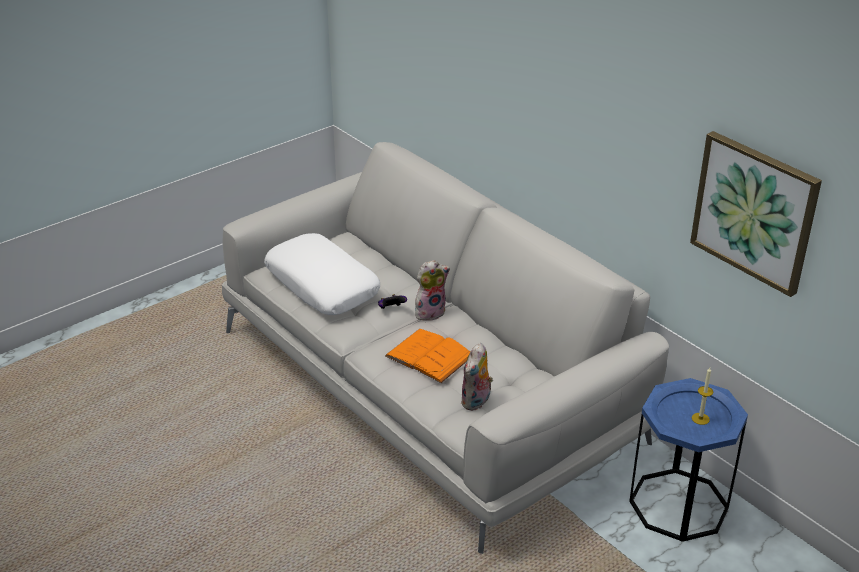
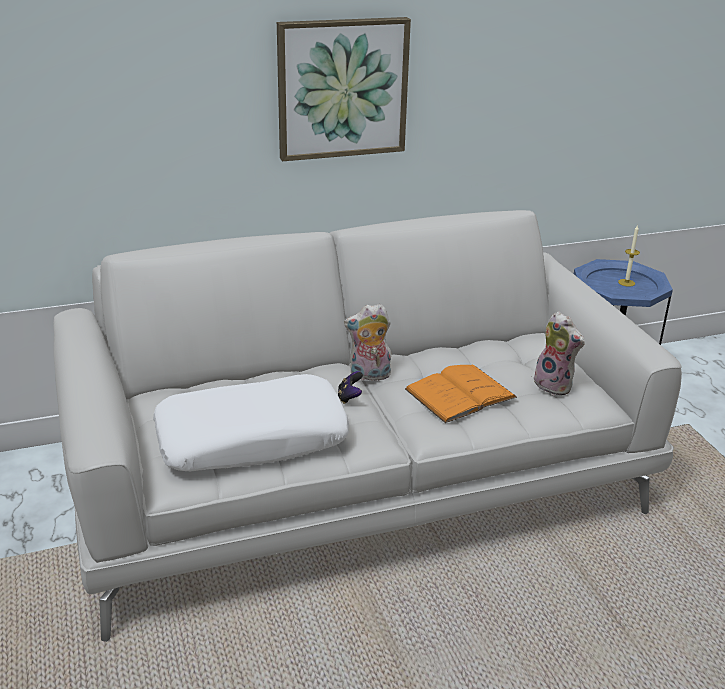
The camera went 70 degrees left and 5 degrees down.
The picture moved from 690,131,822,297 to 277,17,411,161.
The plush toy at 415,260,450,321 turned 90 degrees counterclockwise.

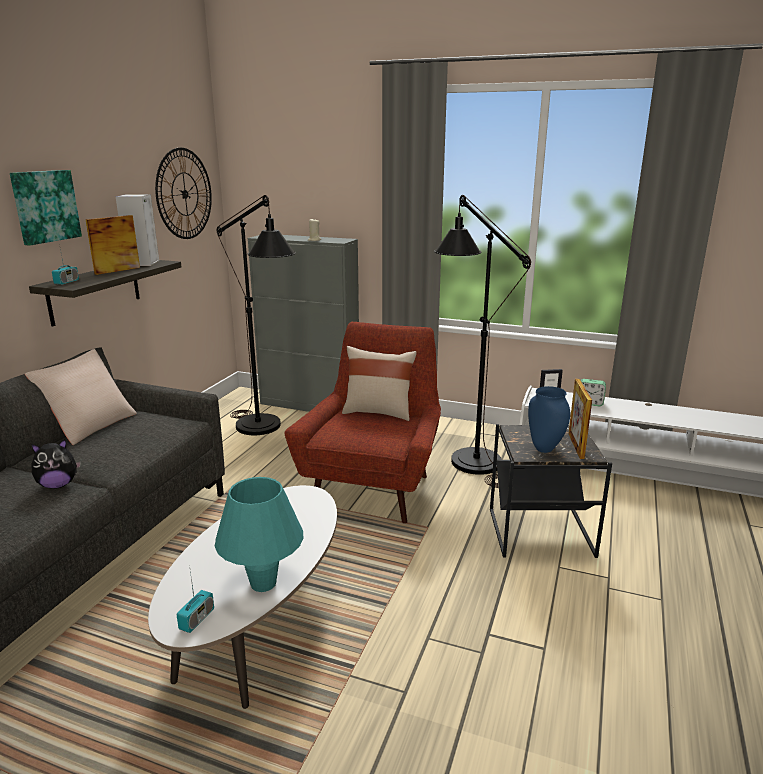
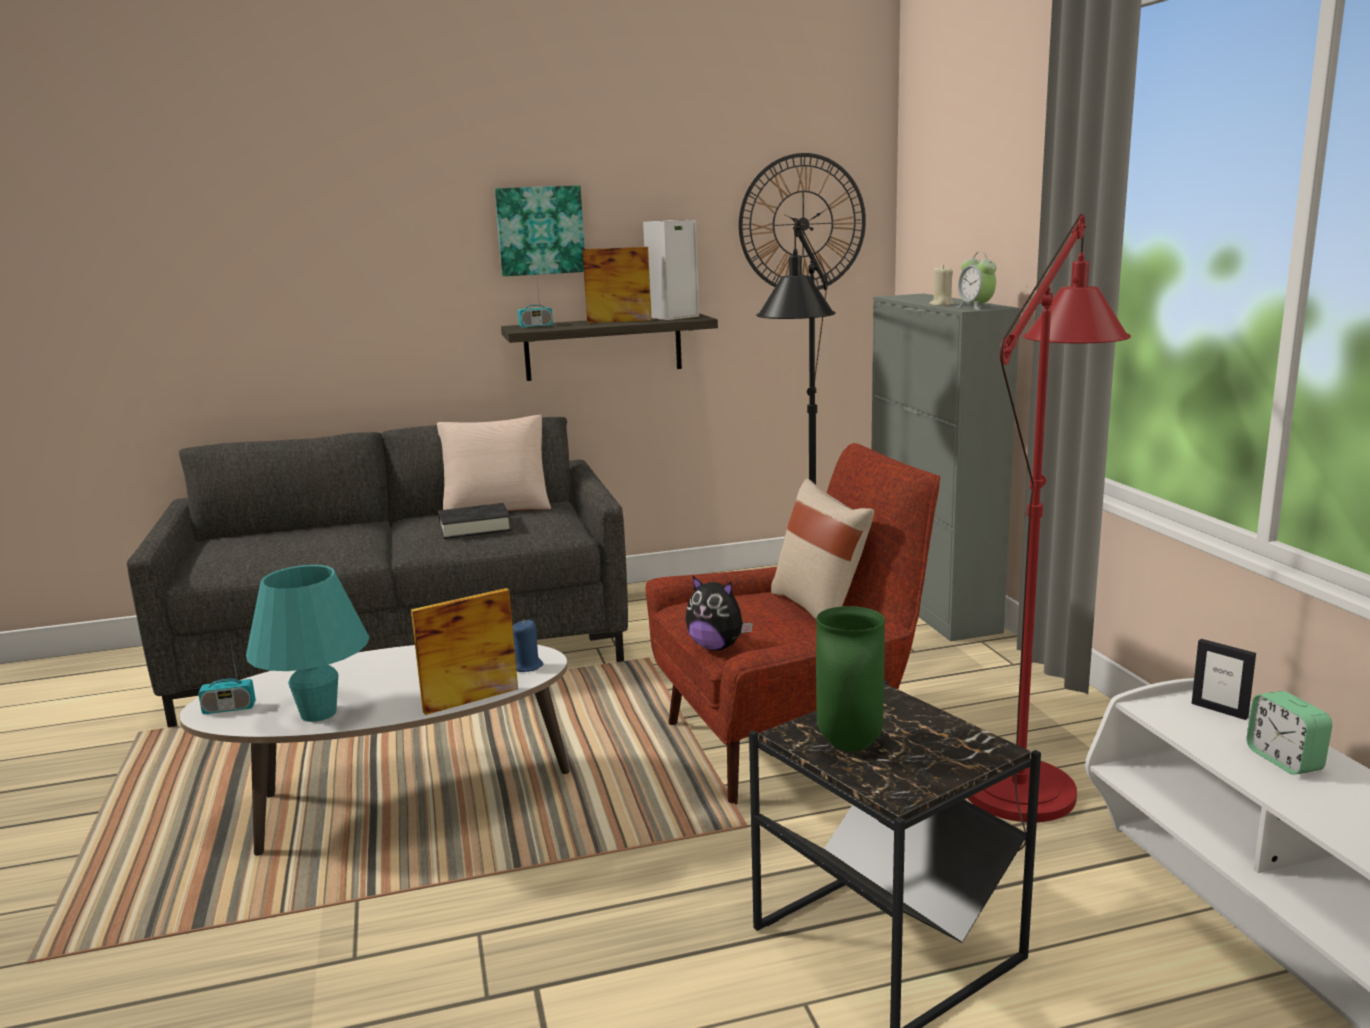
The camera went 55 degrees right and 5 degrees down.
The black floor lamp at 434,195,531,488 became the red floor lamp at 967,214,1131,851.
The picture frame moved from 568,379,592,459 to 411,588,518,715.
The blue vase at 528,386,570,453 became the green vase at 816,606,885,751.
The plush toy moved from 31,439,81,489 to 686,575,753,651.
The alarm clock at 957,252,996,310 appeared.
The black book at 438,503,511,539 appeared.
The blue candle at 513,620,543,672 appeared.

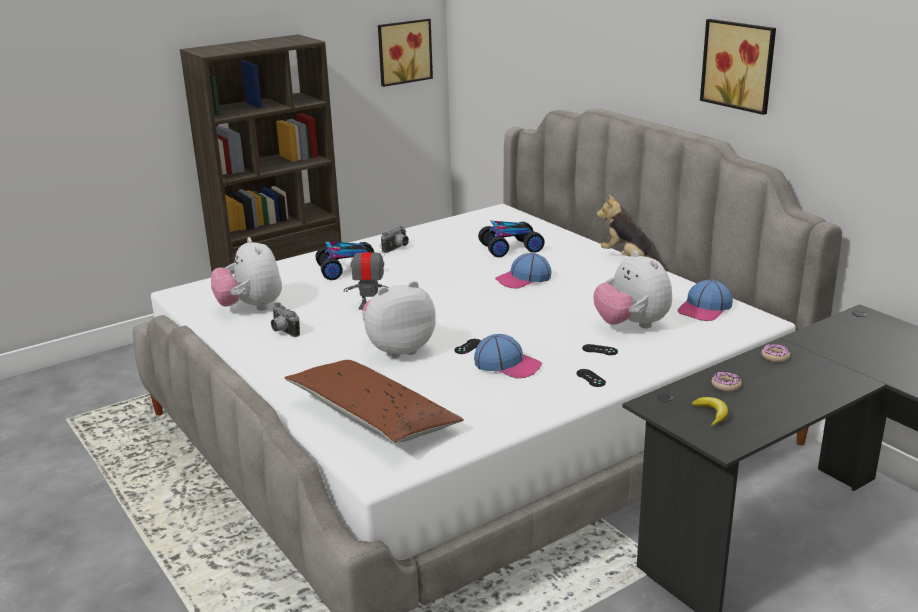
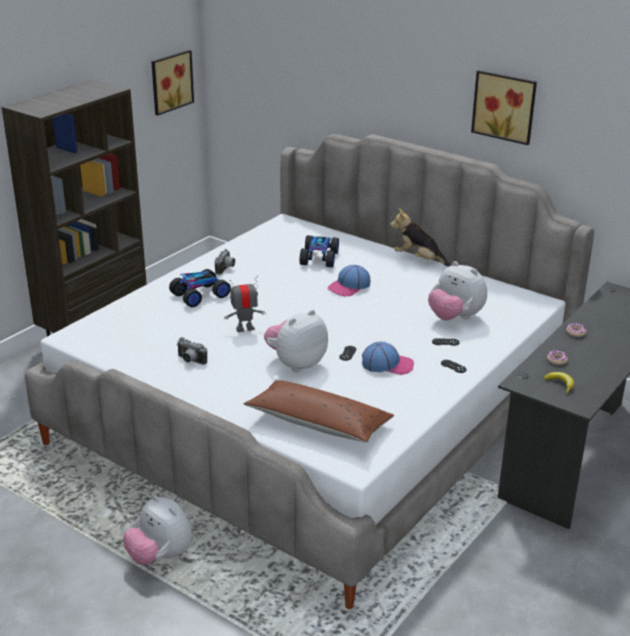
The camera went 20 degrees left and 5 degrees up.
The toy car at 478,221,545,258 turned 45 degrees counterclockwise.
The plush toy moved from 211,237,282,311 to 123,495,192,565.
The cap at 677,279,733,321 disappeared.

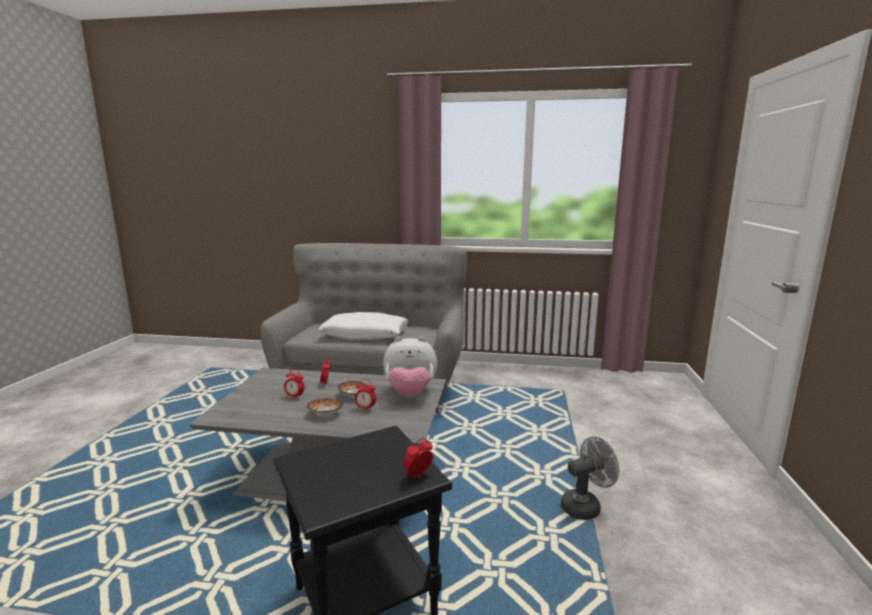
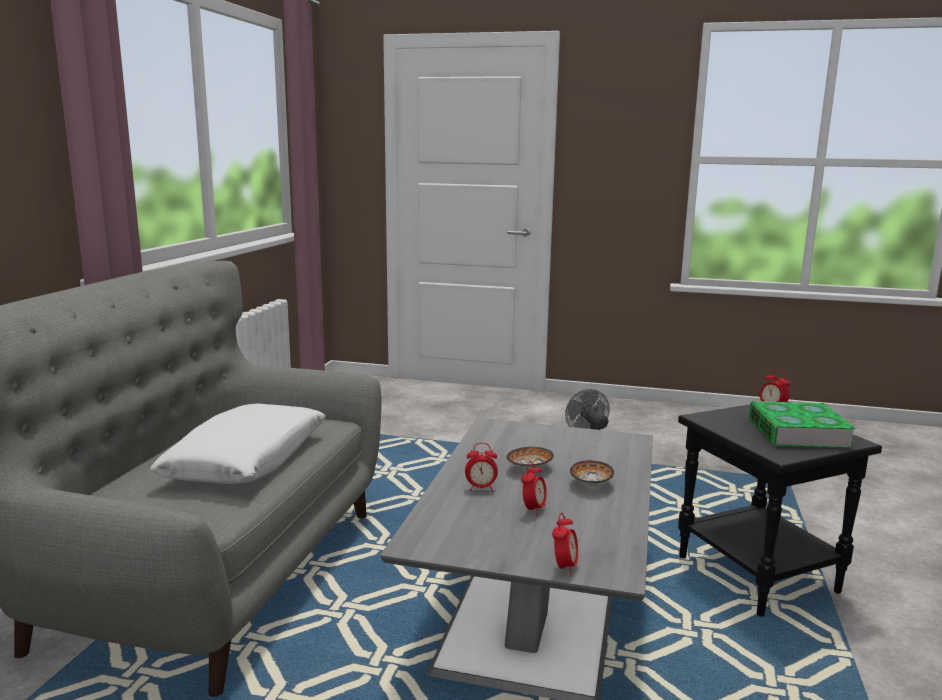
The camera went 85 degrees left and 0 degrees up.
The plush toy at 383,337,437,397 disappeared.
The alarm clock moved from 355,379,376,412 to 552,512,578,576.
The book at 749,401,856,448 appeared.

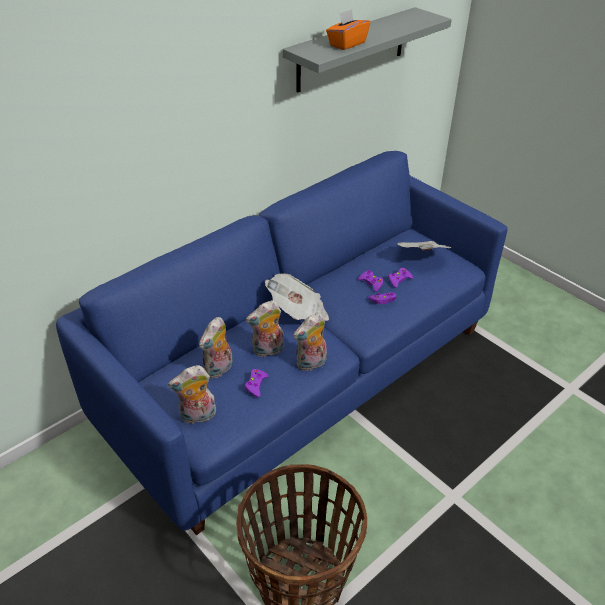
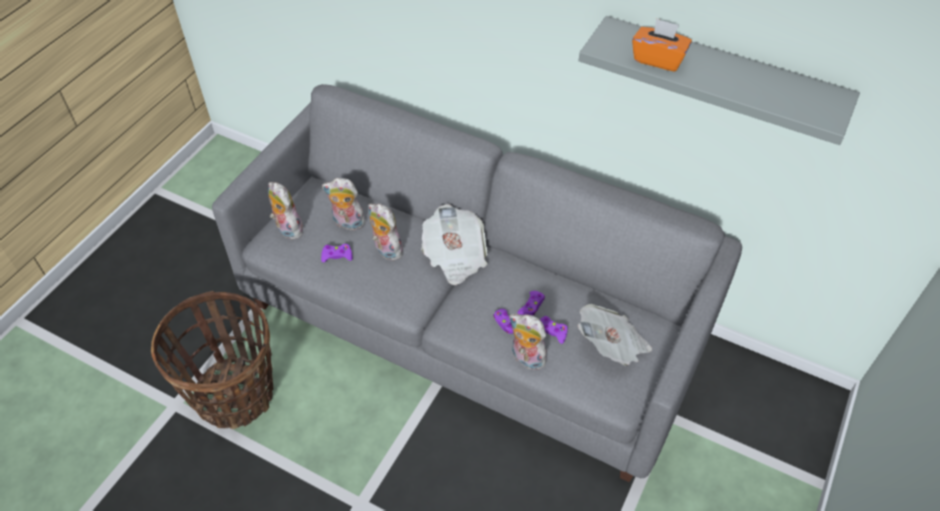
The camera went 70 degrees right and 10 degrees up.
The blue sofa at 56,151,508,535 became the grey sofa at 212,84,742,482.
The plush toy moved from 293,312,327,371 to 509,314,547,370.

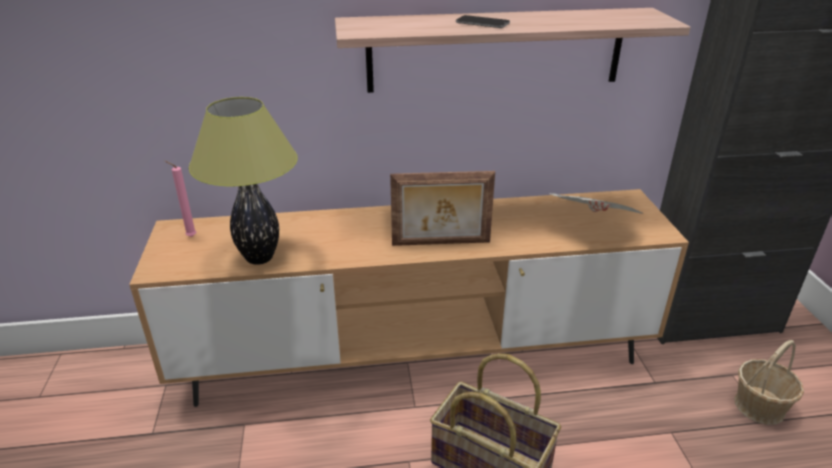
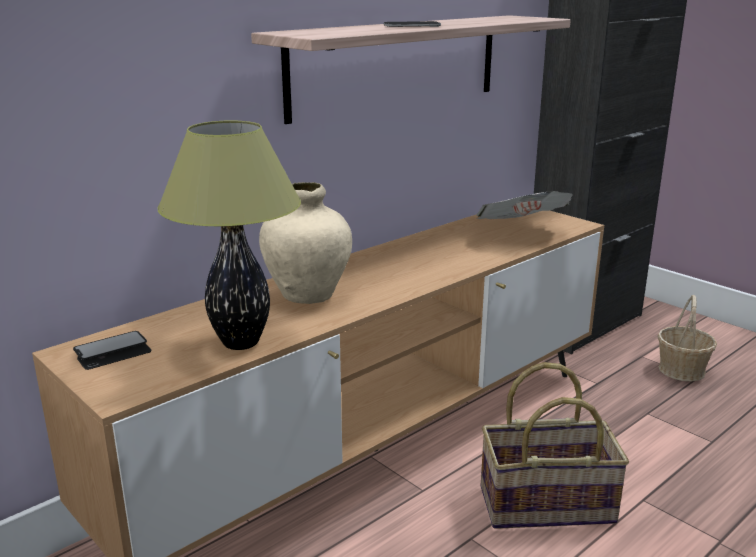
The camera went 35 degrees left and 10 degrees down.
The pink candle at 165,161,196,237 was replaced by the phone at 73,331,151,370.
The picture frame at 390,171,495,246 disappeared.
The beige vase at 259,182,352,304 appeared.

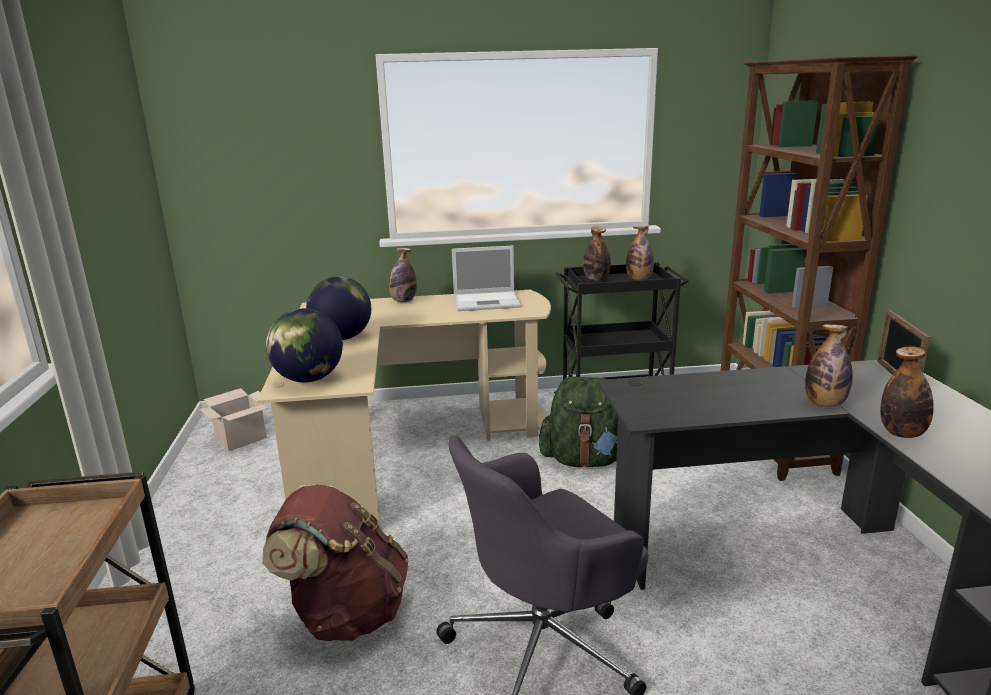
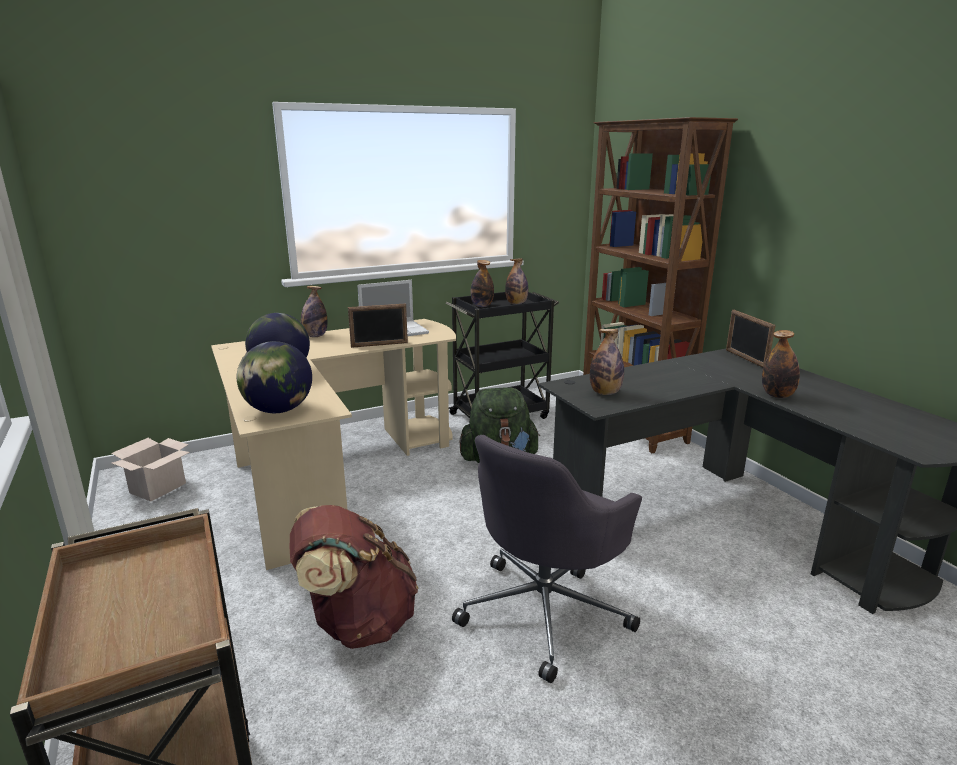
The camera went 20 degrees left and 0 degrees up.
The bottle moved from 805,324,853,407 to 590,329,624,395.
The picture frame at 348,303,408,348 appeared.

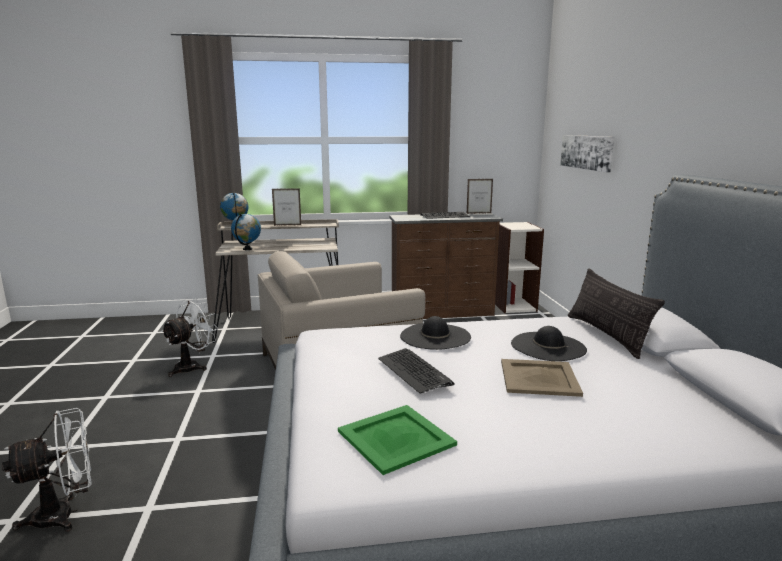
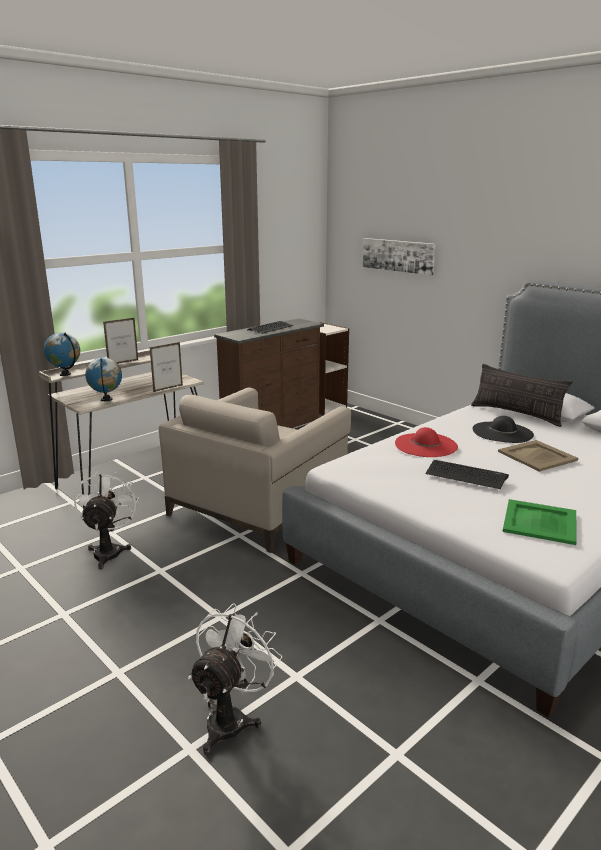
The camera went 35 degrees left and 5 degrees up.
The picture frame moved from 467,179,493,214 to 150,342,183,392.
The black hat at 400,316,471,350 became the red hat at 395,427,458,457.

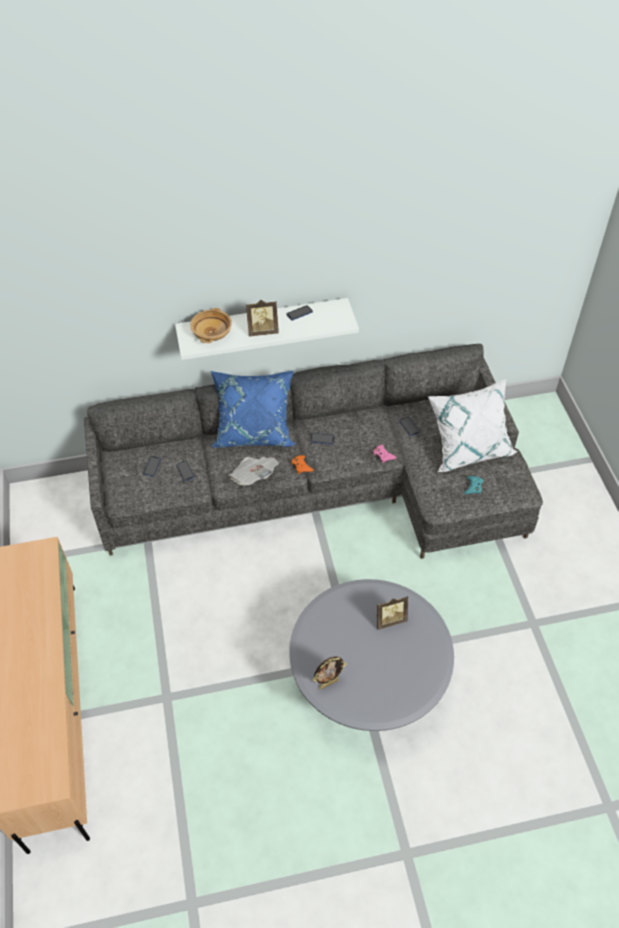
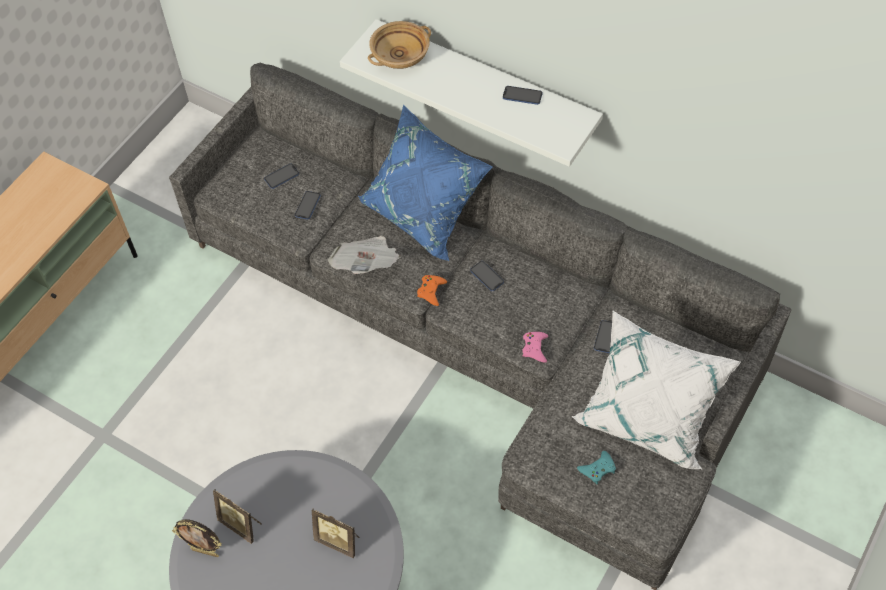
The camera went 45 degrees right and 5 degrees up.
The picture frame moved from 246,300,279,336 to 213,489,262,544.

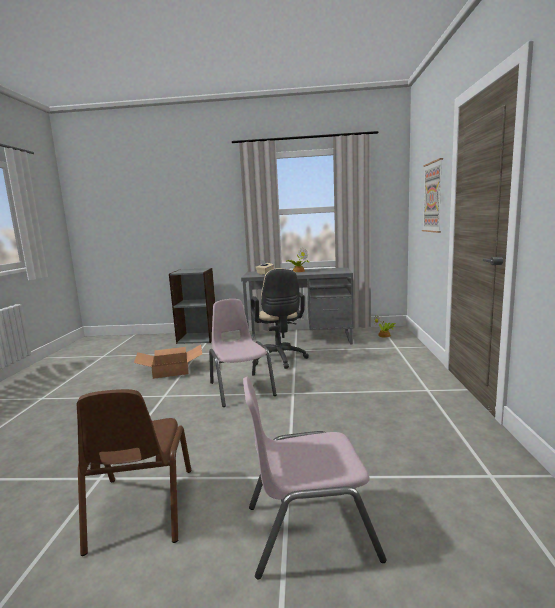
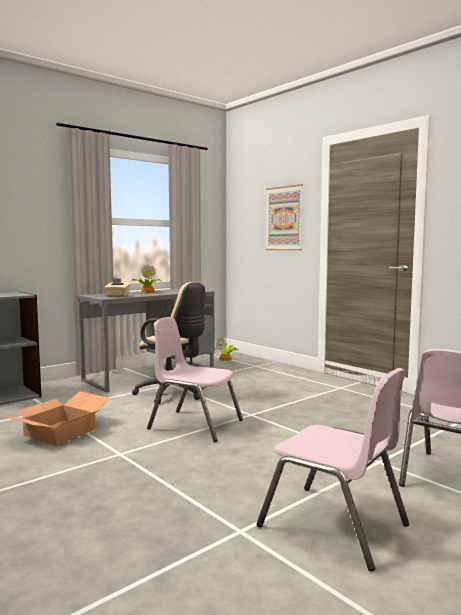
The camera went 45 degrees left and 5 degrees down.
The brown chair at 77,389,191,556 became the pink chair at 257,368,409,571.

